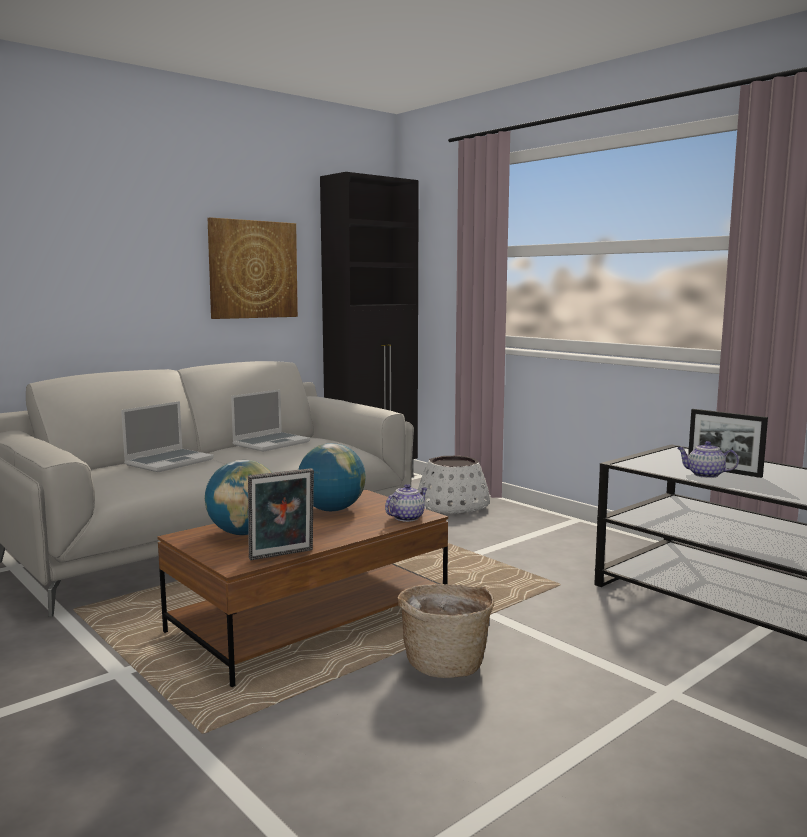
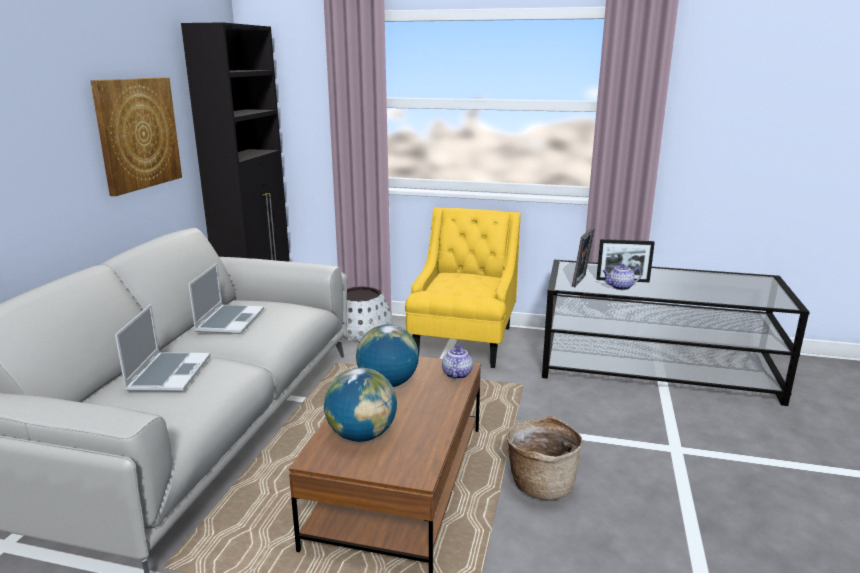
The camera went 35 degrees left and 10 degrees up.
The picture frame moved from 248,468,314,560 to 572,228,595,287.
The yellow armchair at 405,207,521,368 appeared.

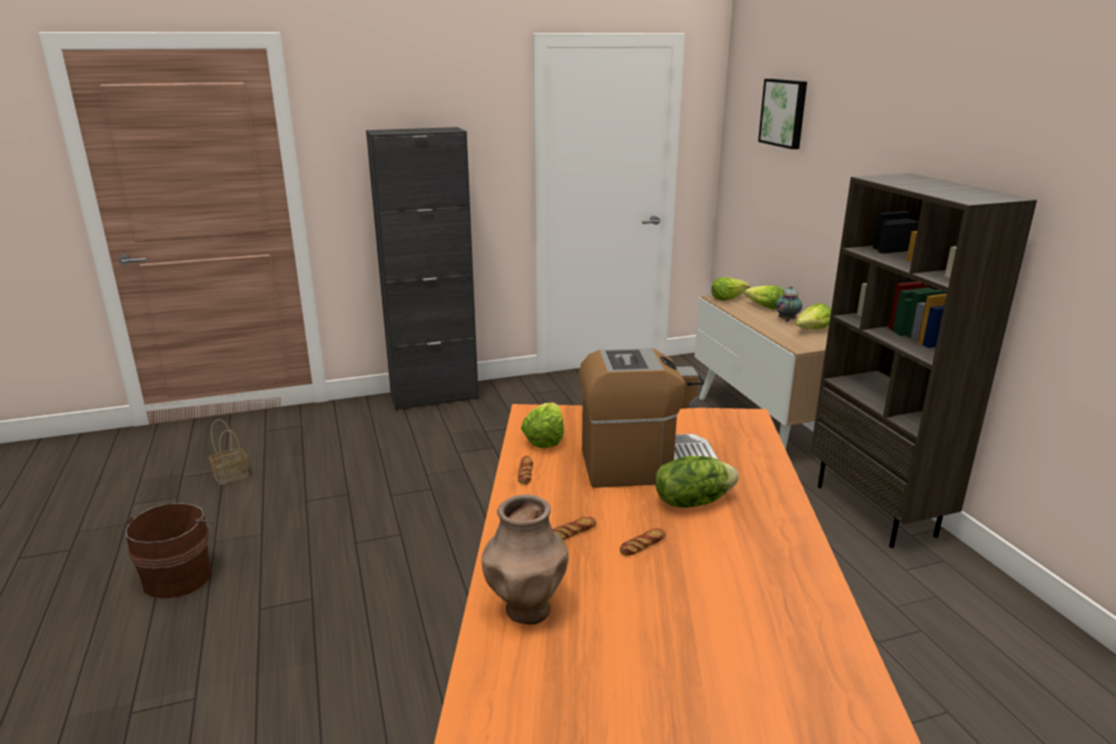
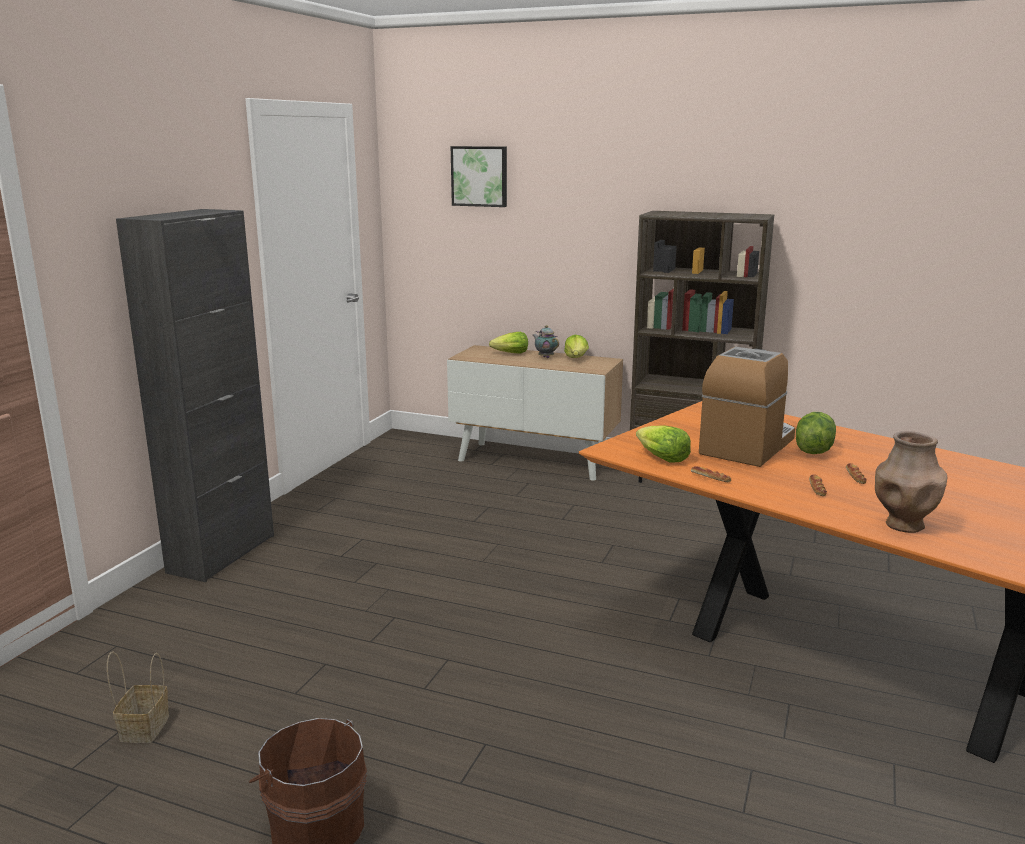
The camera went 50 degrees left and 5 degrees down.
The lettuce at 711,277,750,301 disappeared.

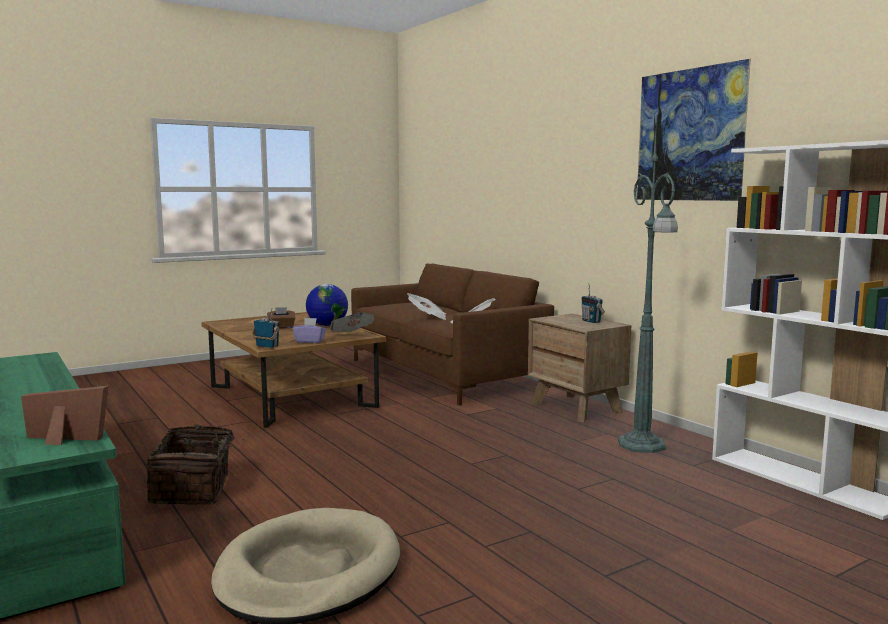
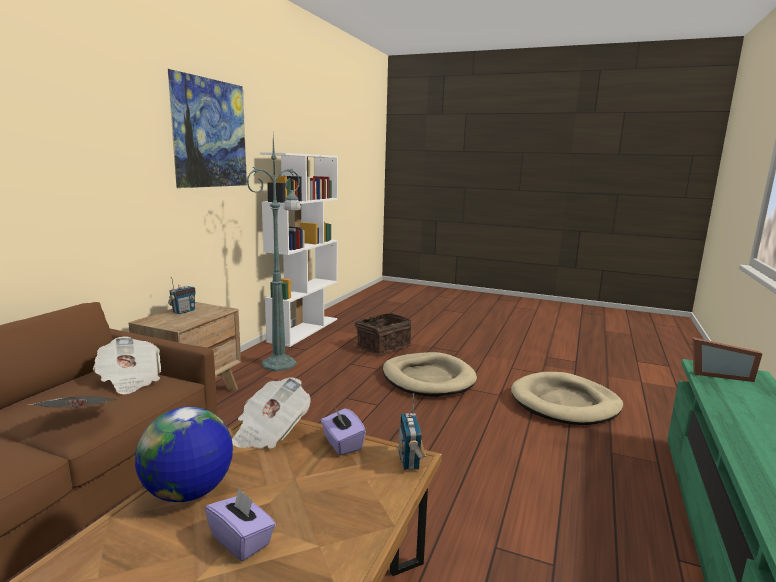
The camera went 125 degrees left and 5 degrees up.
The brown tissue box at 267,307,295,329 became the purple tissue box at 205,488,276,561.
The picture frame at 21,386,108,445 turned 45 degrees counterclockwise.
The basket moved from 146,424,249,505 to 352,313,411,355.
The beige dog bed at 383,352,477,397 appeared.

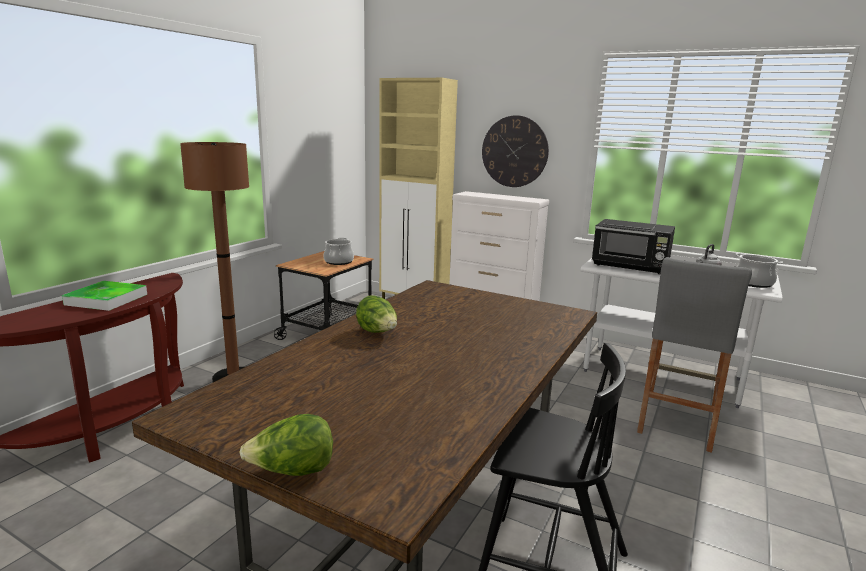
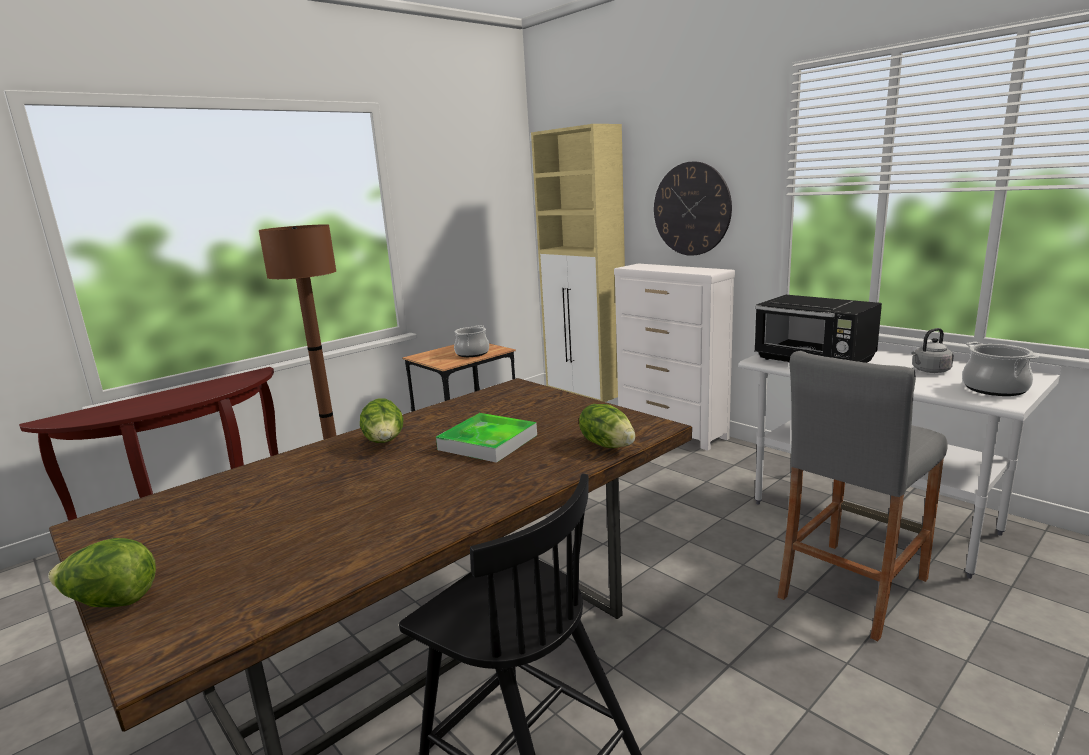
The camera went 20 degrees right and 0 degrees up.
The tray moved from 62,281,147,311 to 436,413,537,463.
The lettuce at 579,404,635,448 appeared.

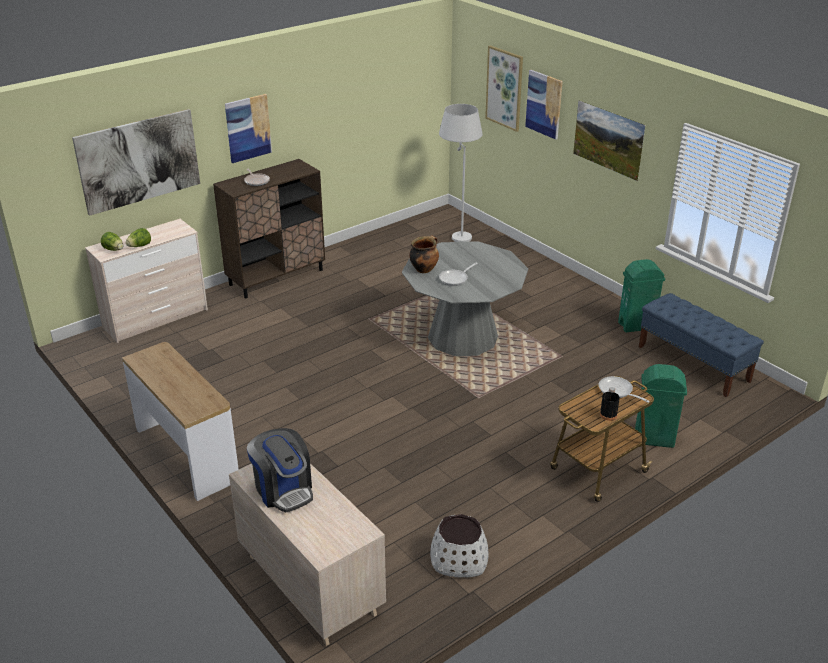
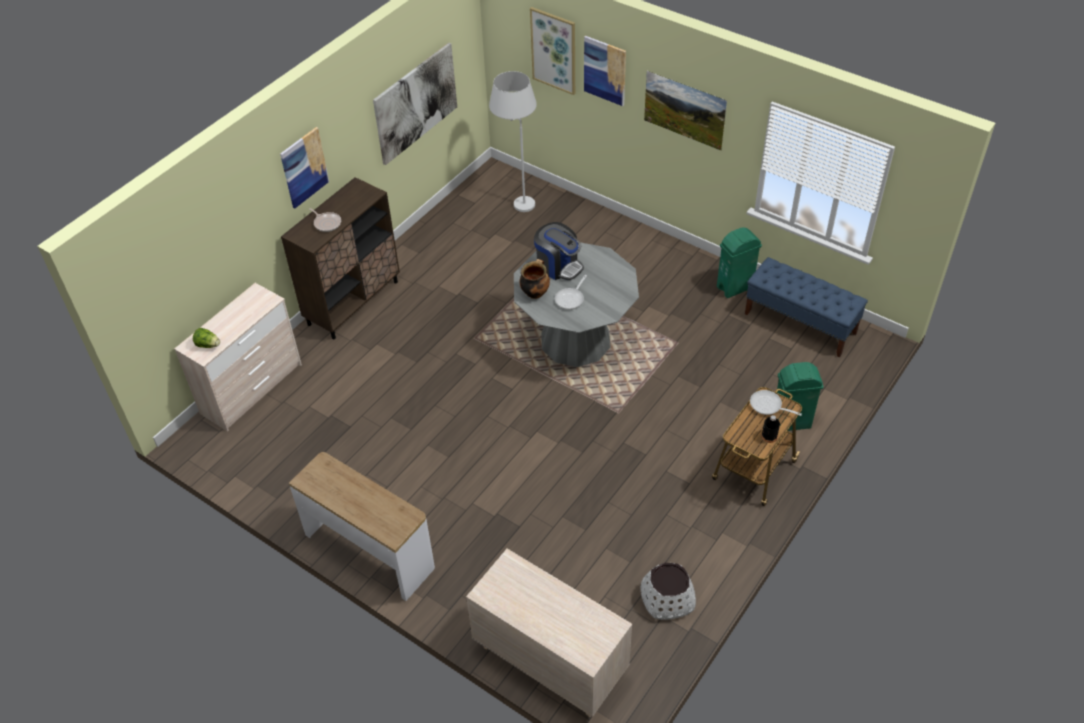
The camera went 15 degrees left and 15 degrees up.
The picture moved from 72,109,200,216 to 373,43,457,165.
The lettuce at 126,228,151,247 disappeared.
The coffee machine moved from 247,428,313,512 to 534,222,584,280.

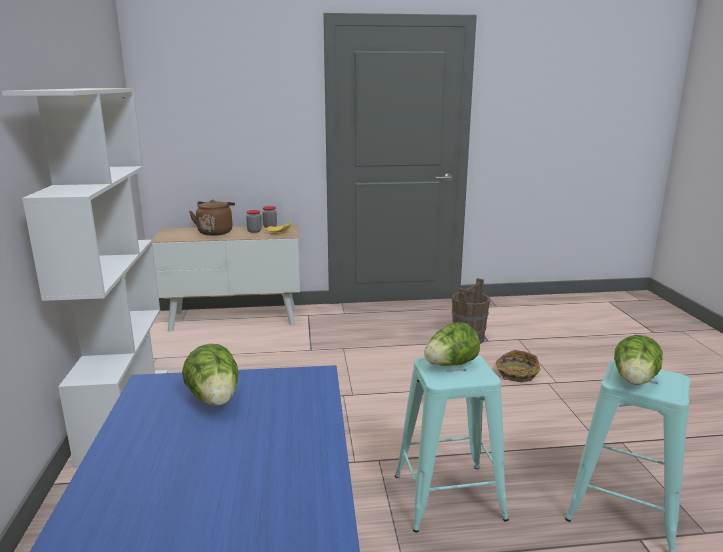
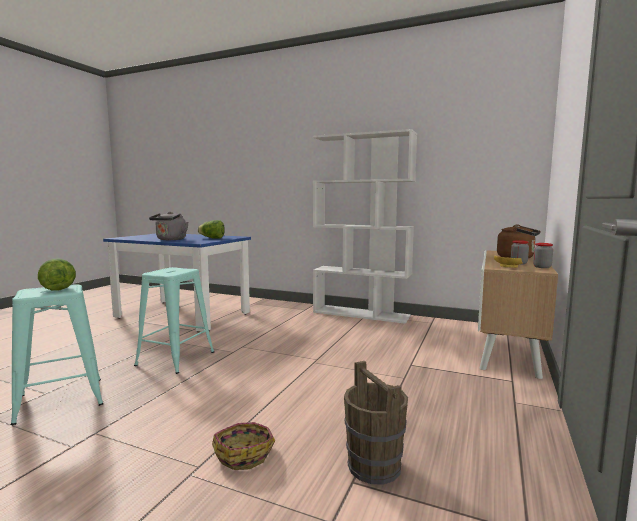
The camera went 120 degrees right and 10 degrees down.
The lettuce at 424,322,480,366 disappeared.
The grey kettle at 149,212,189,240 appeared.

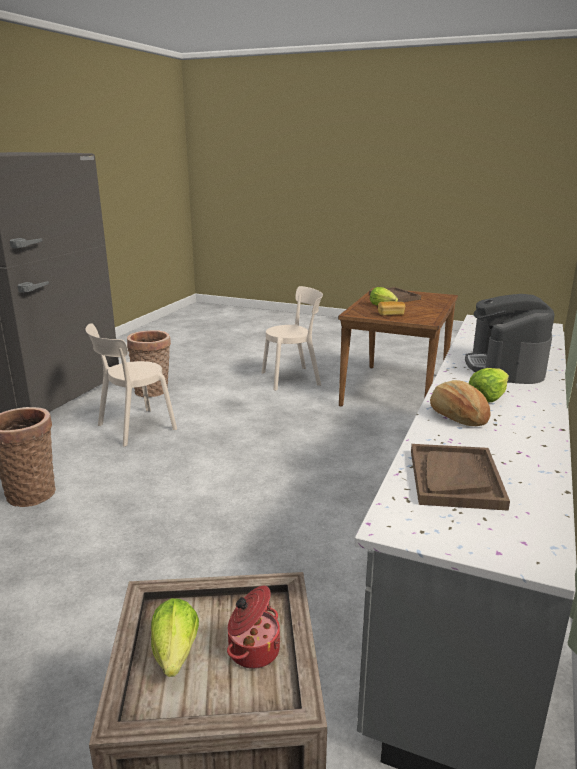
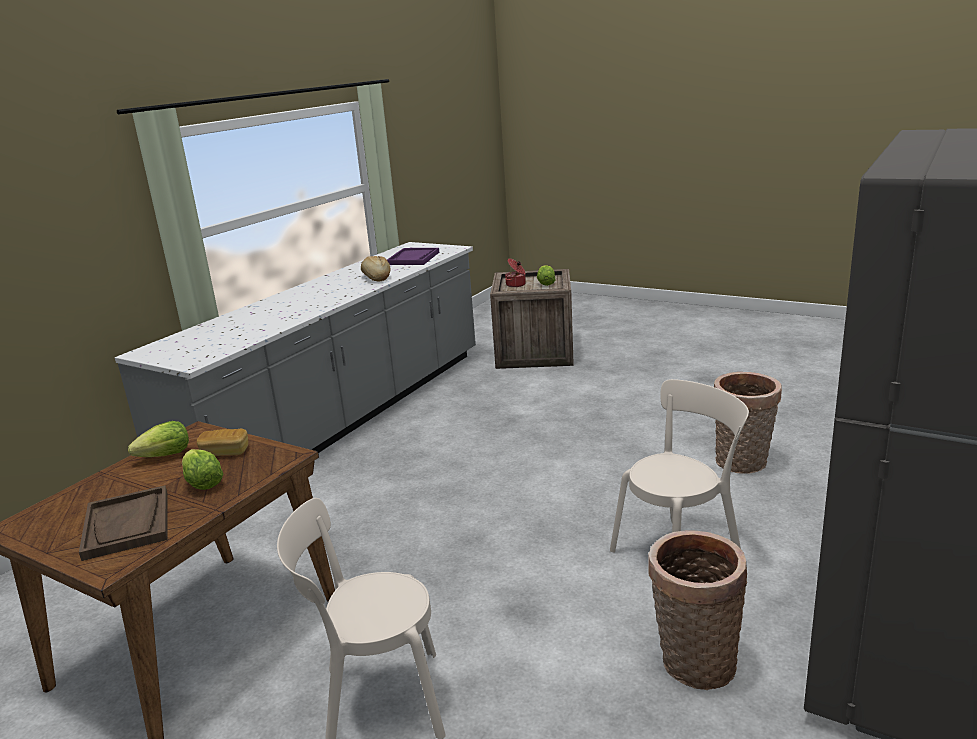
The camera went 170 degrees left and 0 degrees up.
The coffee machine at 465,294,554,384 disappeared.
The lettuce moved from 468,368,509,403 to 128,421,189,457.
The brown tray at 411,444,510,511 became the purple tray at 387,248,439,265.

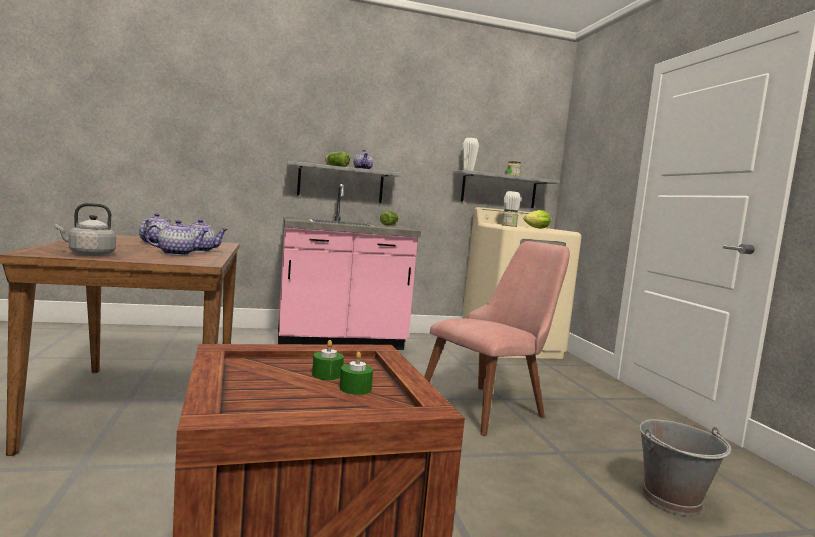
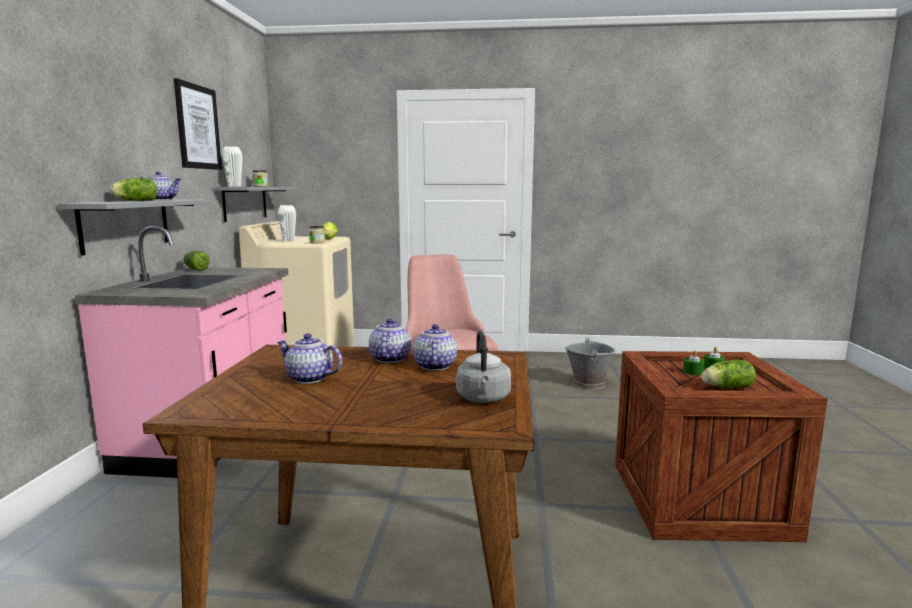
The camera went 70 degrees left and 5 degrees up.
The picture at 174,78,222,170 appeared.
The lettuce at 701,359,756,388 appeared.

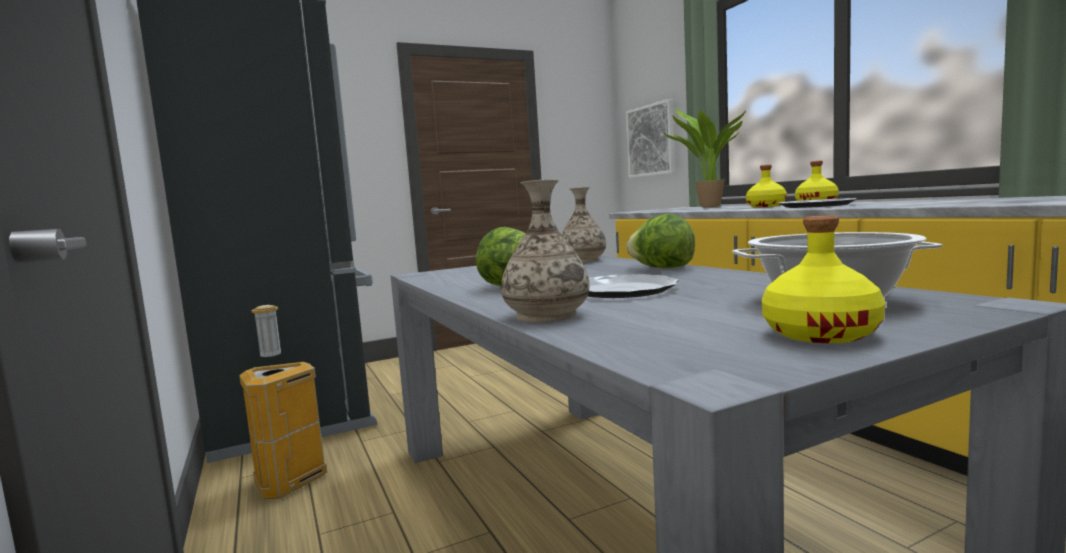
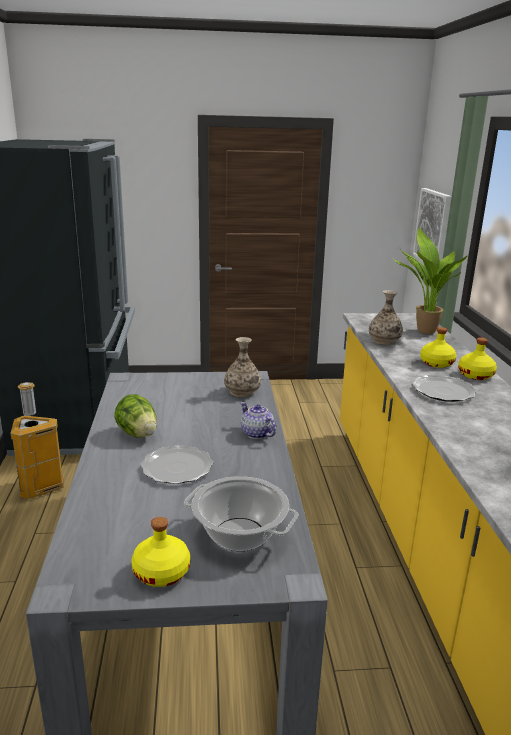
The camera went 20 degrees right and 15 degrees up.
The vase moved from 501,180,589,322 to 369,290,403,345.
The lettuce at 626,214,695,268 was replaced by the teapot at 241,402,277,439.

